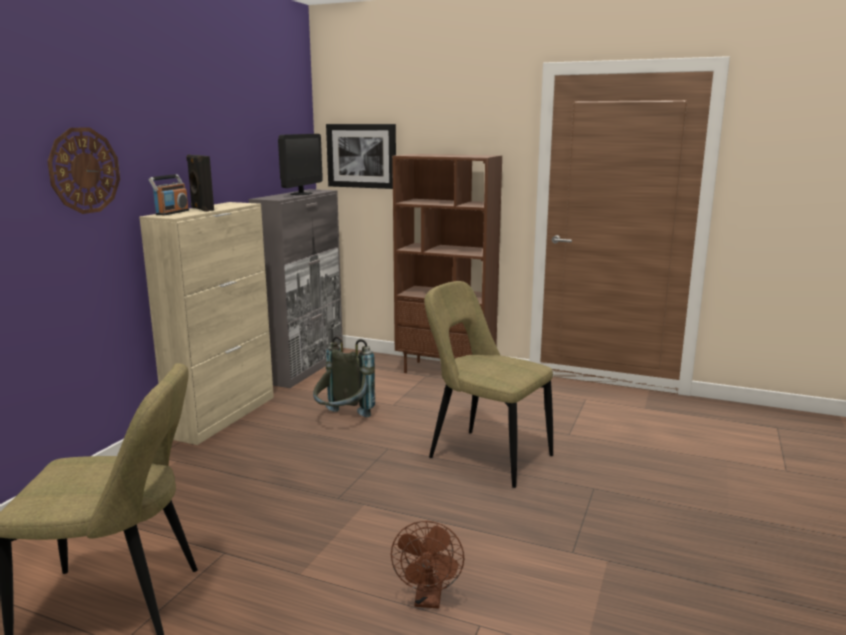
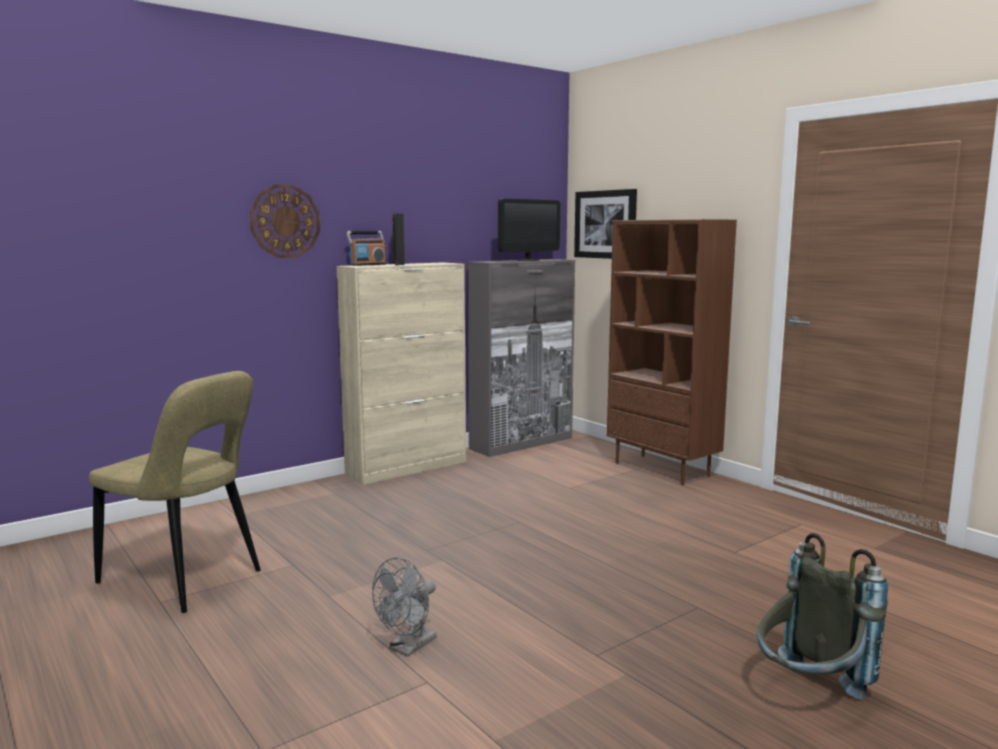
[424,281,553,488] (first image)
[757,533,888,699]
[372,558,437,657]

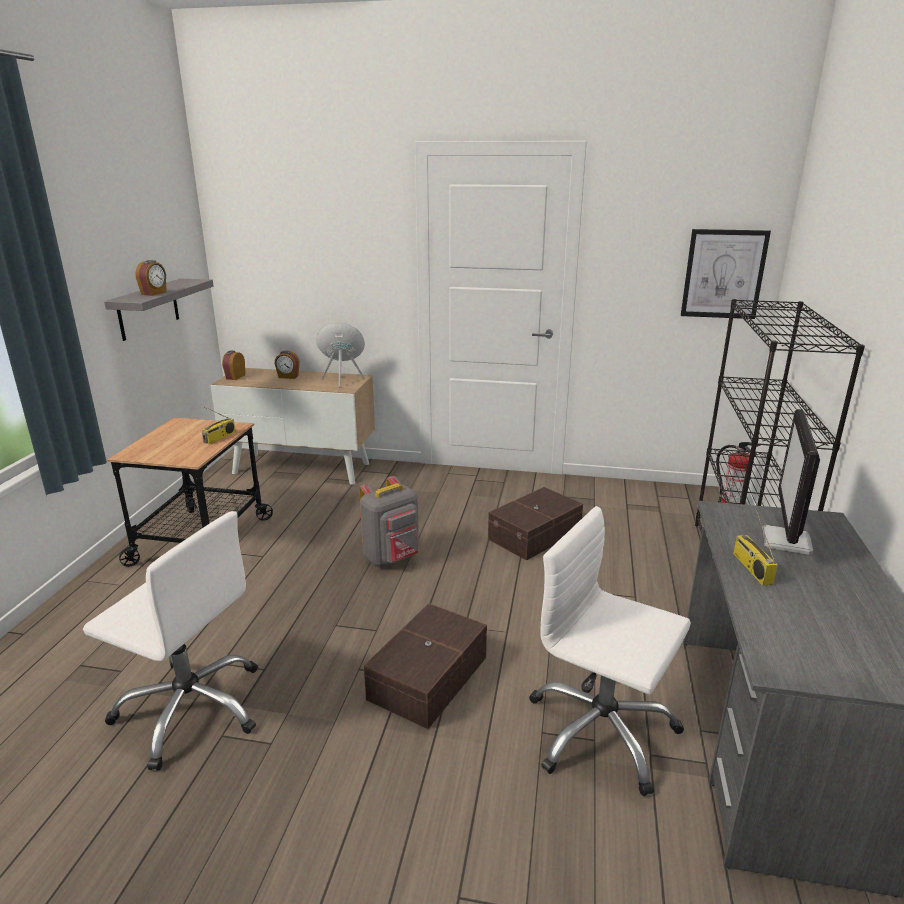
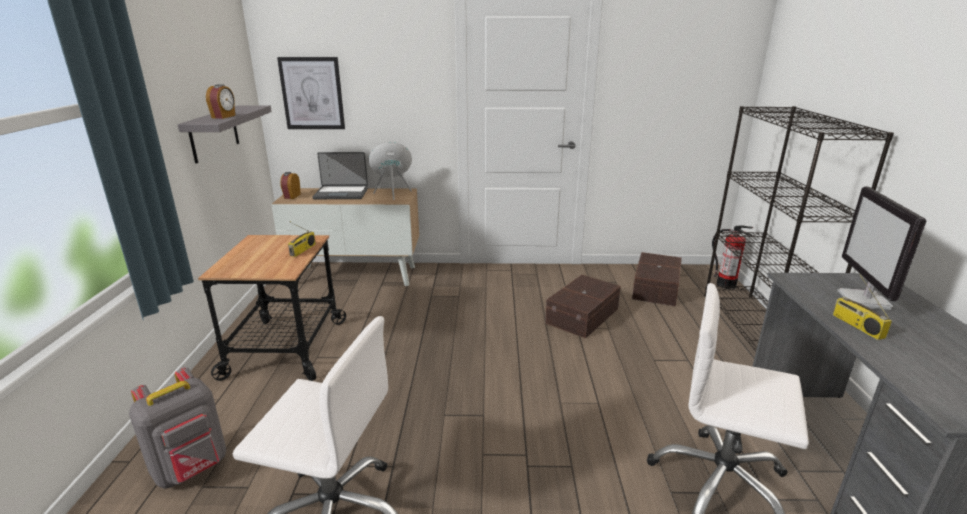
[129,367,226,489]
[632,252,682,306]
[277,57,345,129]
[312,152,368,199]

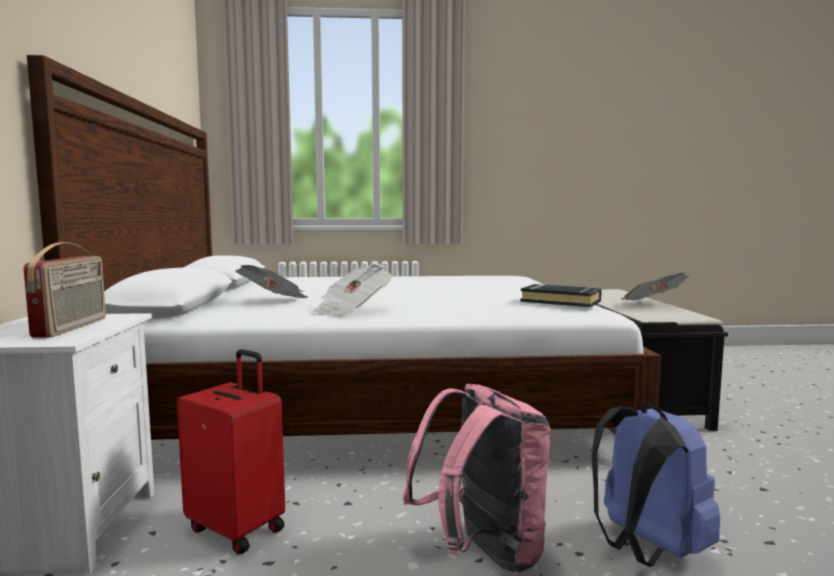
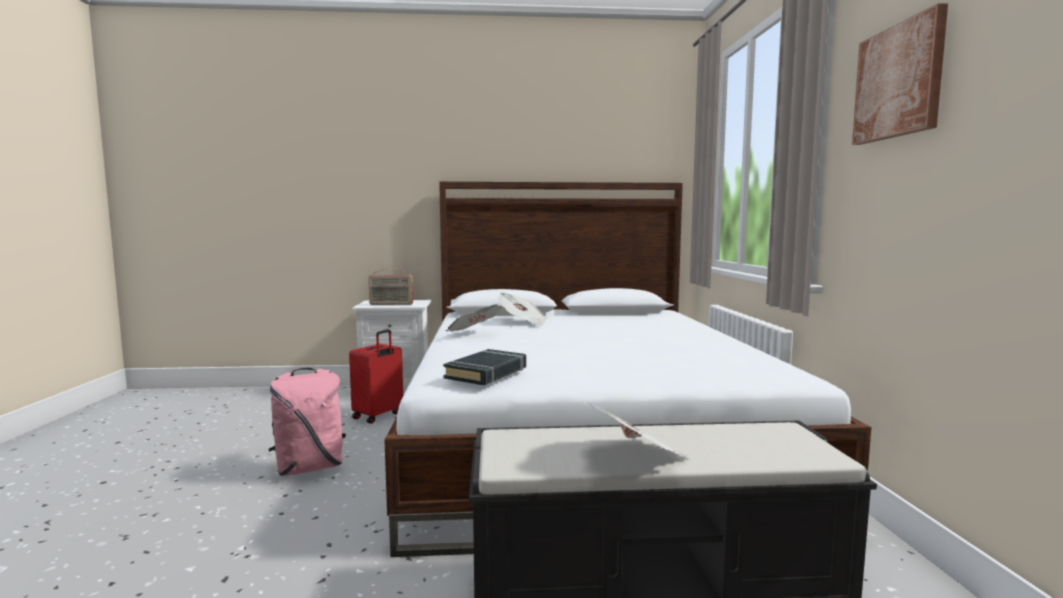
[592,403,720,567] (first image)
[852,3,948,145]

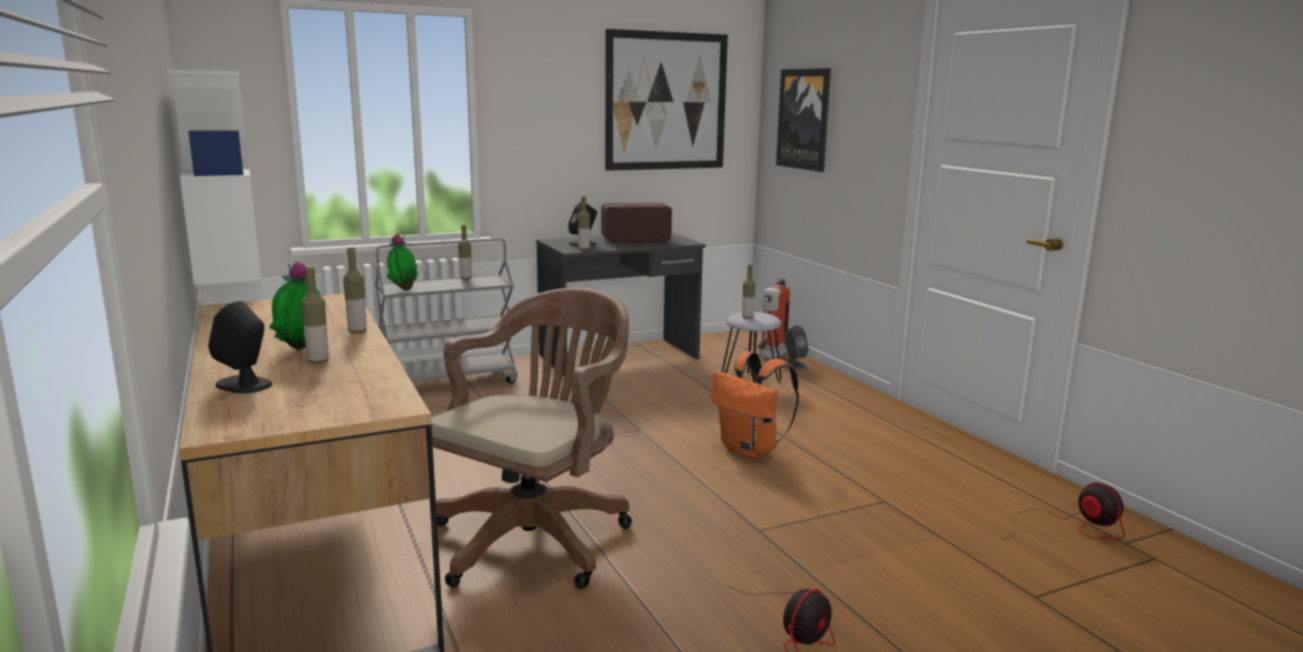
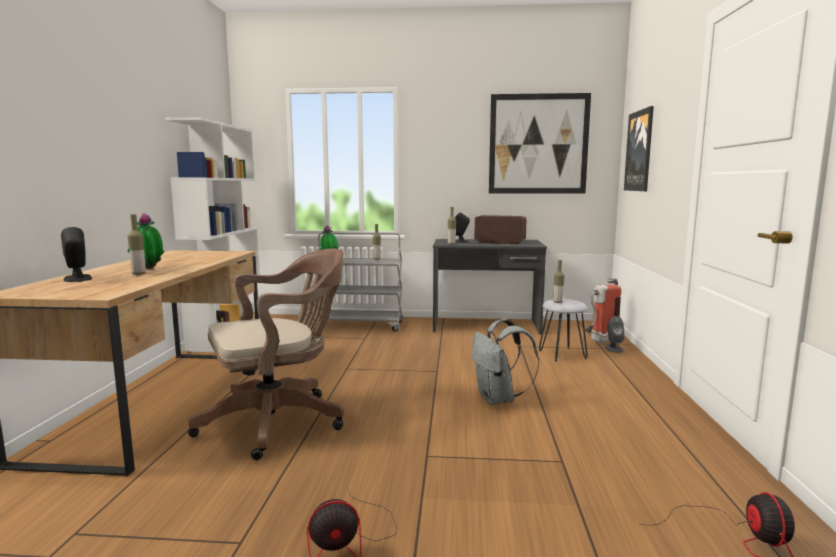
[343,248,367,333] (first image)
[472,319,539,405]

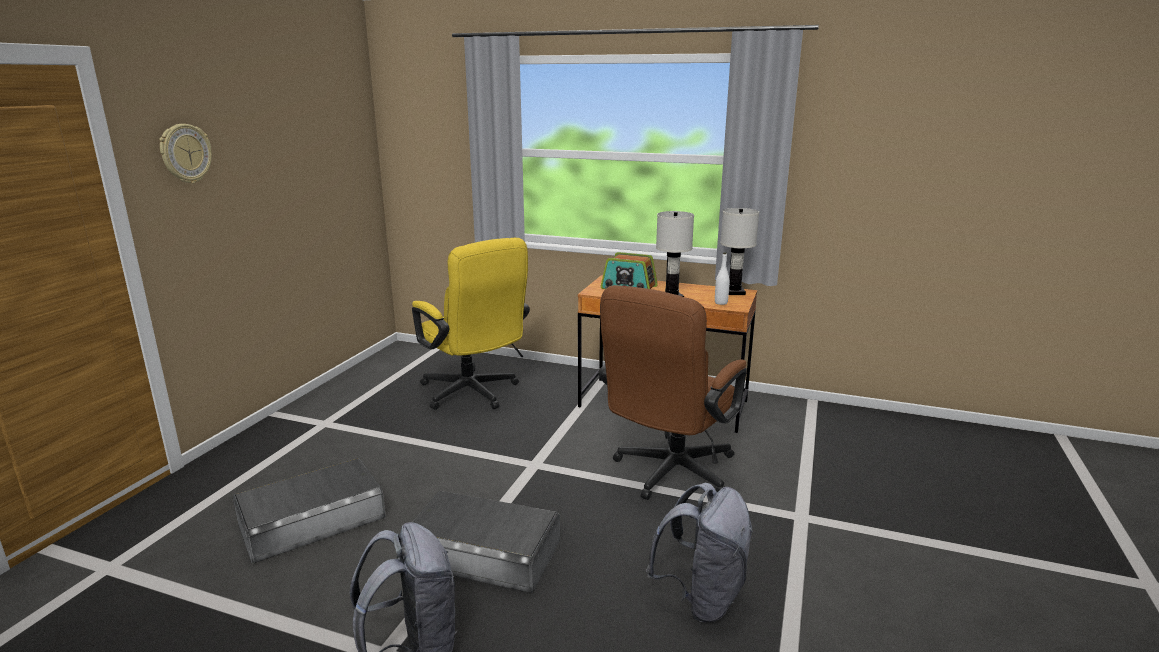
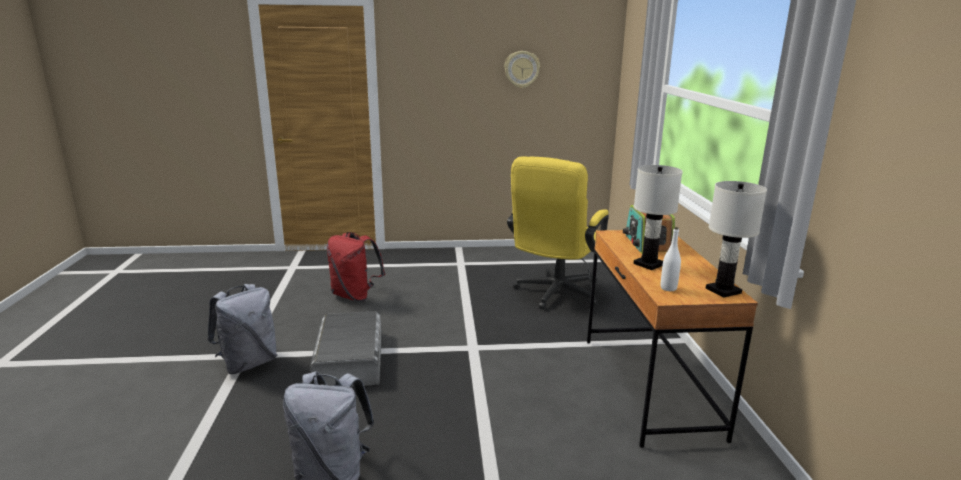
[598,285,747,500] (first image)
[504,51,540,88]
[327,232,385,301]

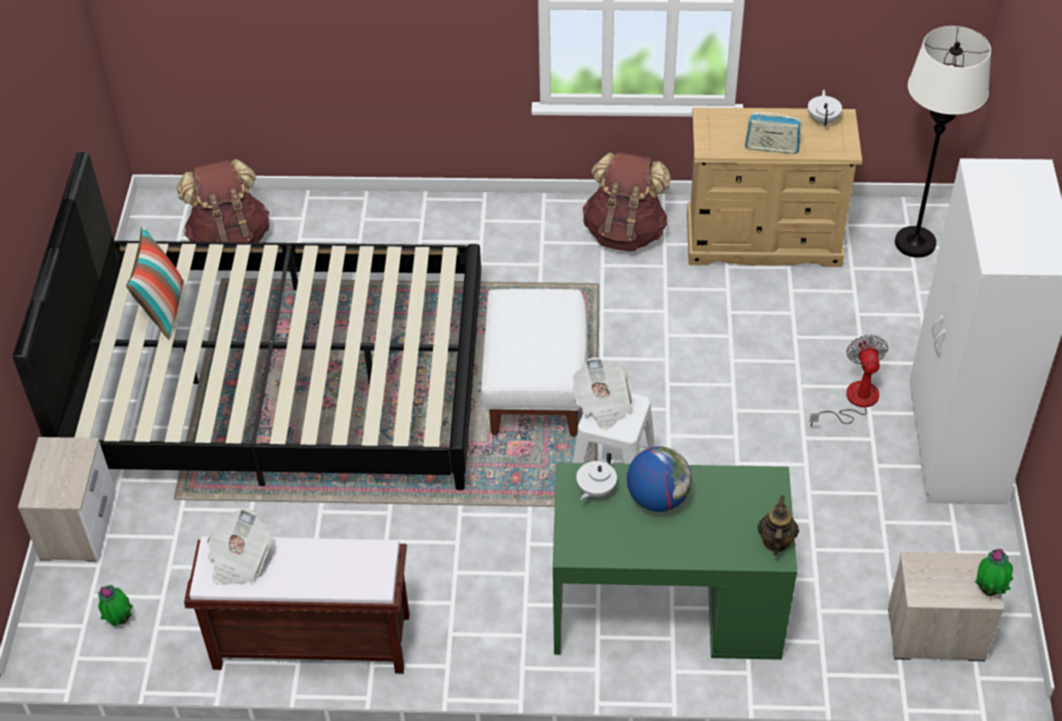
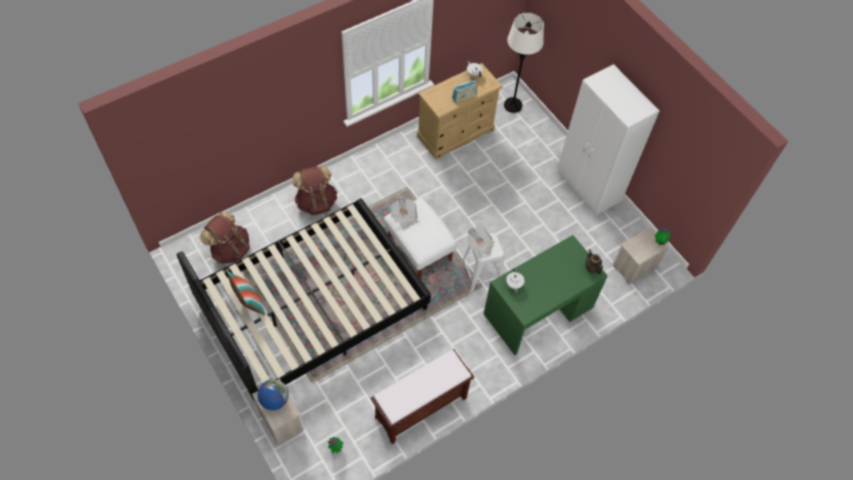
[809,335,888,427] (first image)
[391,197,418,230]
[292,166,337,215]
[258,379,289,410]

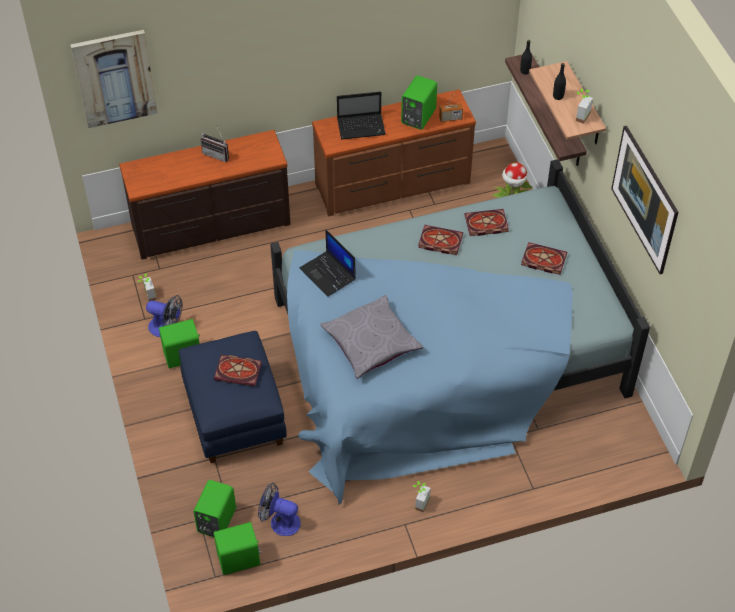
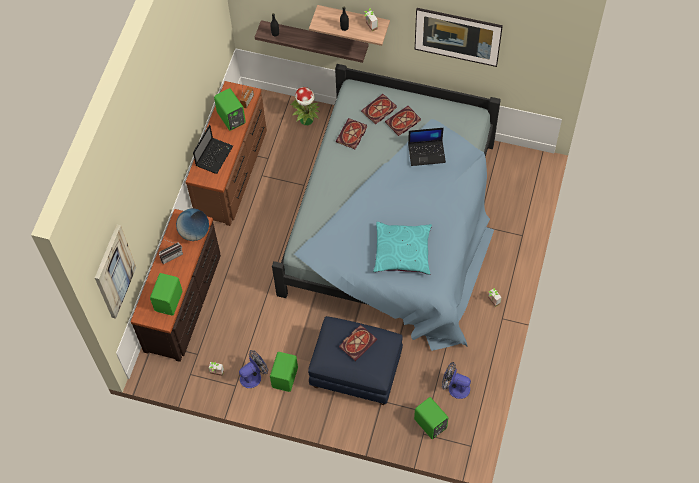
[176,208,209,241]
[150,273,183,315]
[408,128,446,166]
[361,94,397,124]
[373,222,432,275]
[442,362,471,399]

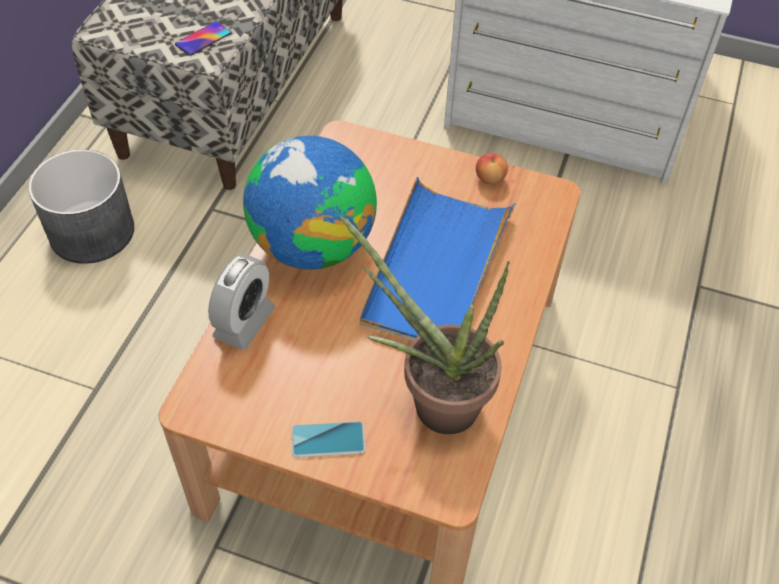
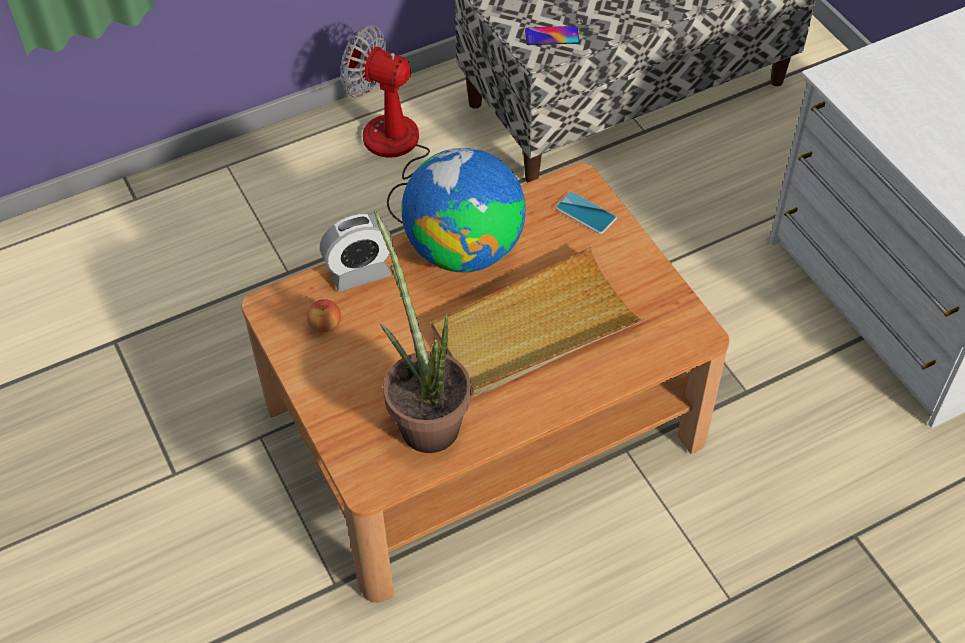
[555,192,617,234]
[307,299,341,332]
[341,25,430,224]
[431,247,645,396]

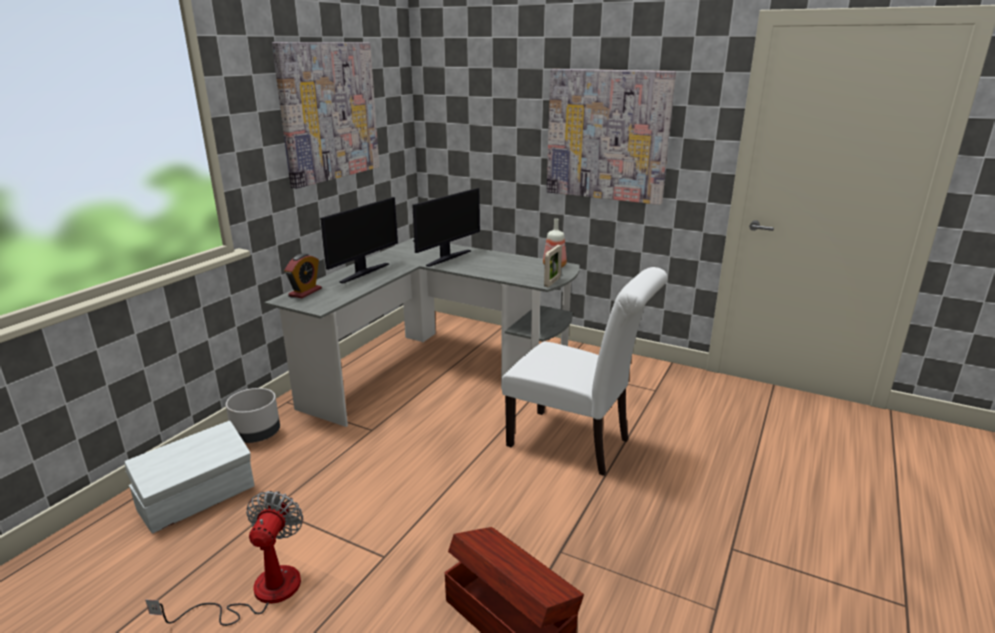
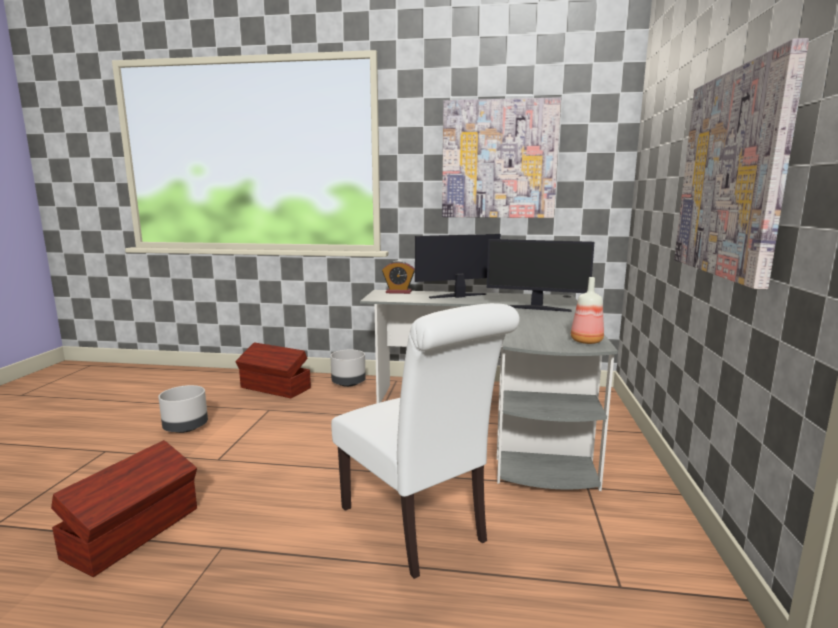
[544,245,562,287] (first image)
[158,385,208,433]
[235,342,311,398]
[415,234,501,298]
[331,303,520,579]

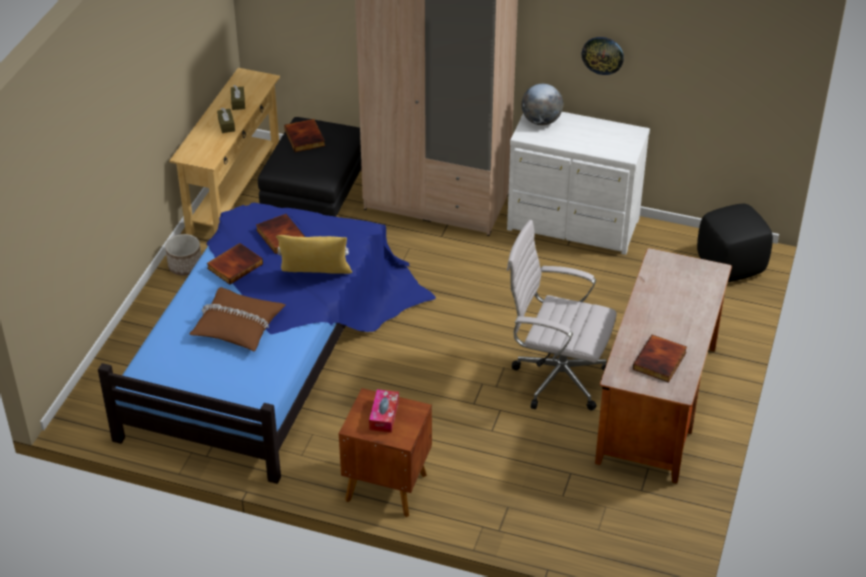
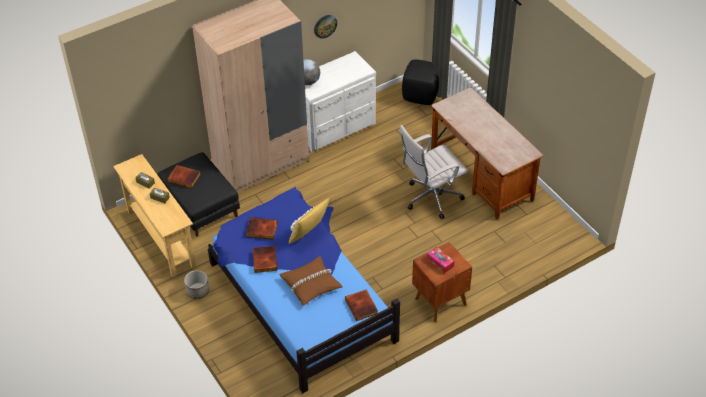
[345,289,378,321]

